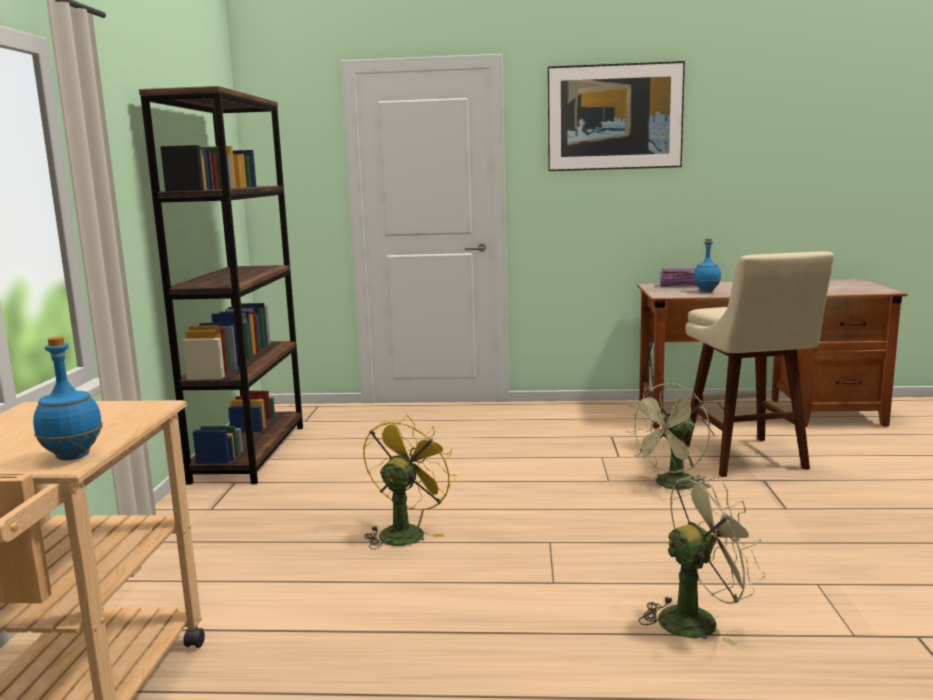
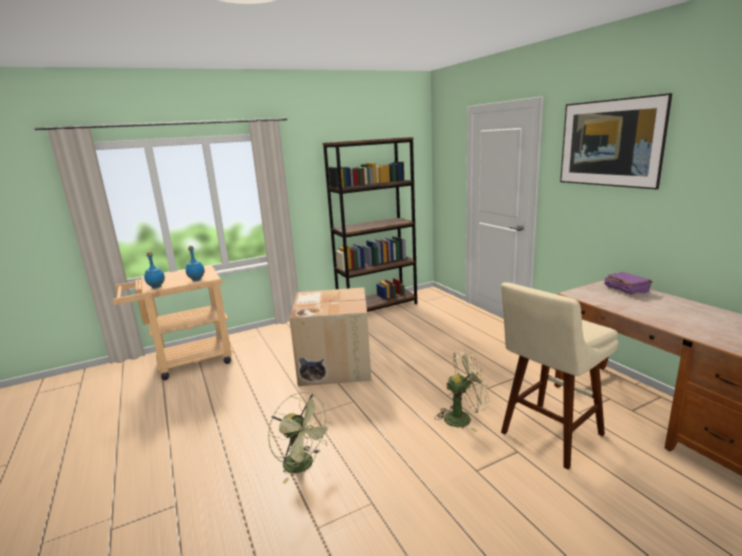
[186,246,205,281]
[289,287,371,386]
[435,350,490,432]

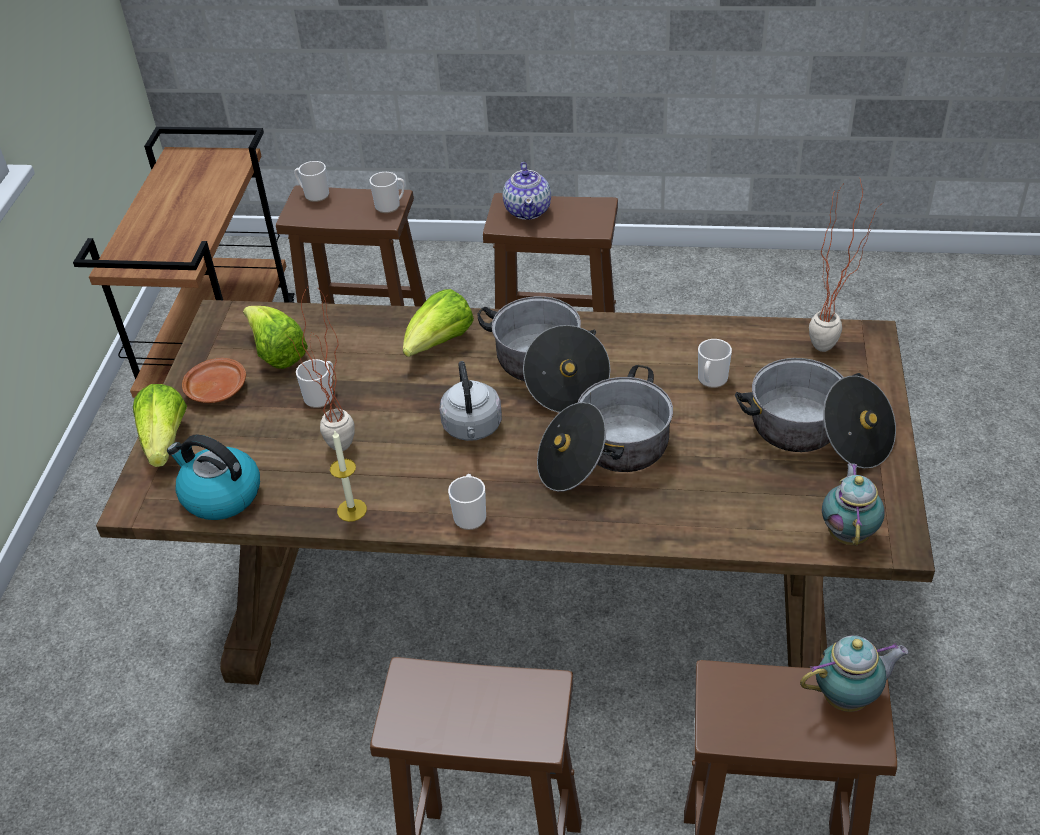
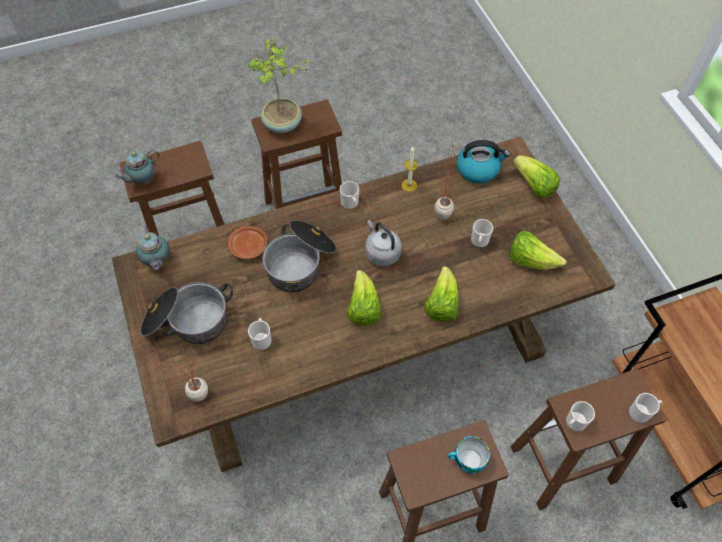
[247,38,313,133]
[228,226,268,259]
[347,270,381,326]
[447,436,490,473]

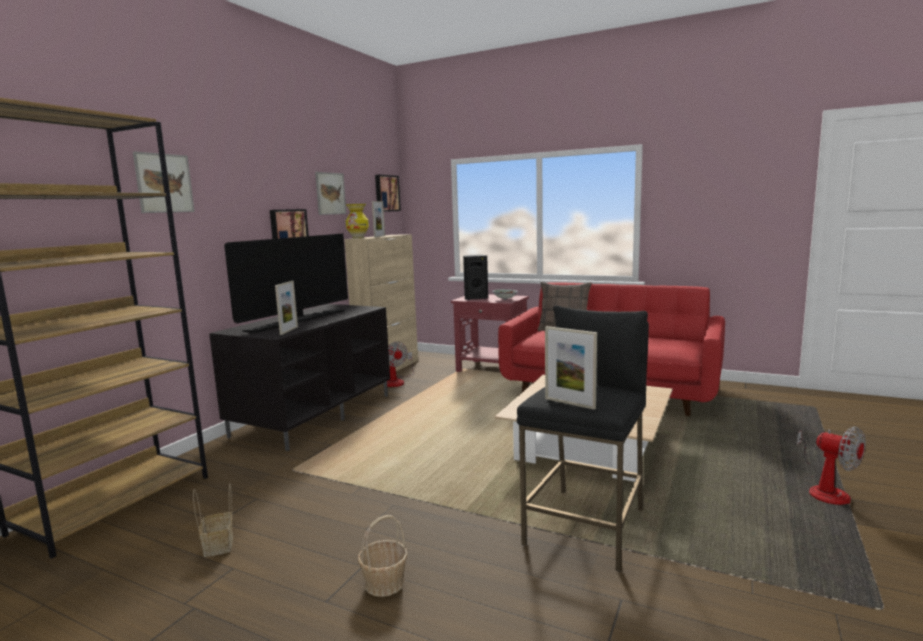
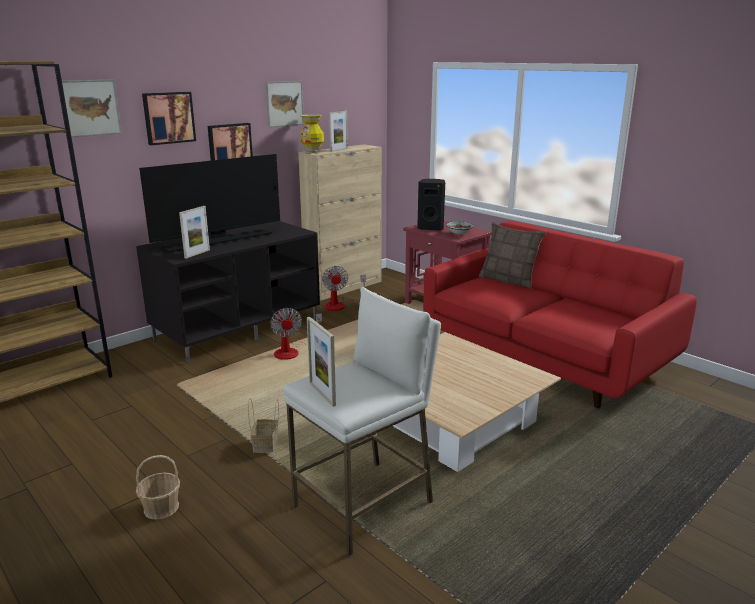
[248,398,279,453]
[142,92,196,145]
[270,308,322,360]
[283,287,441,556]

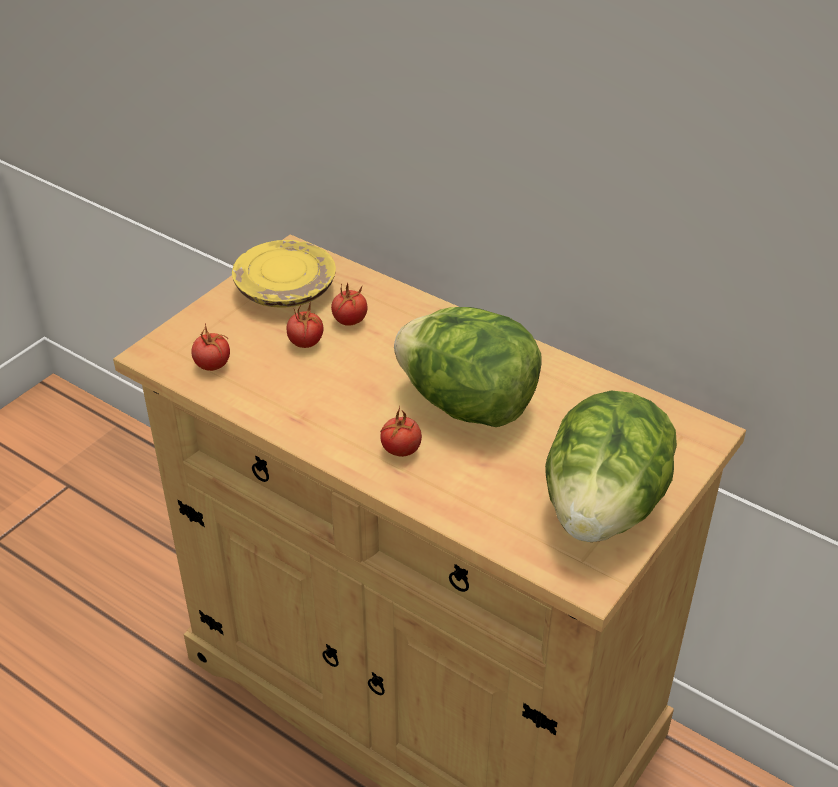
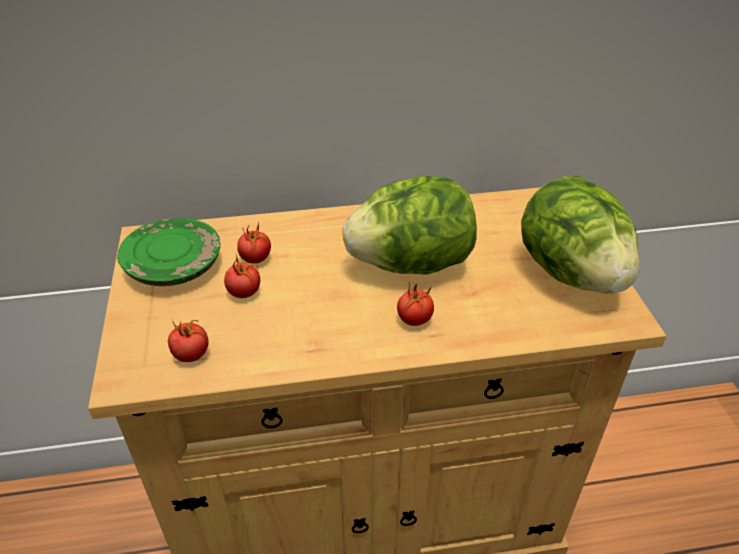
[117,218,221,286]

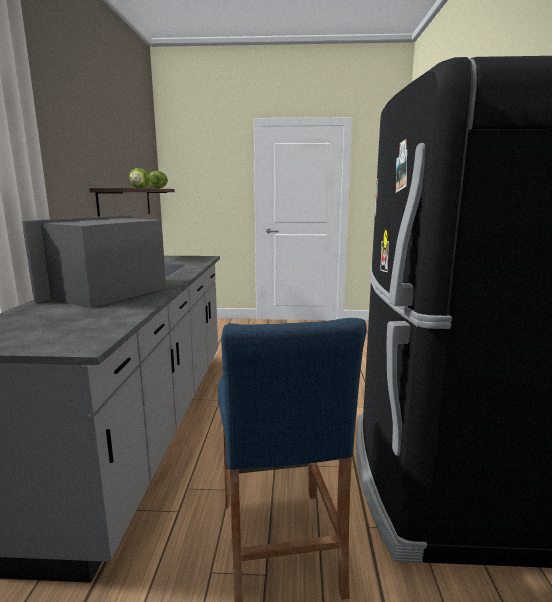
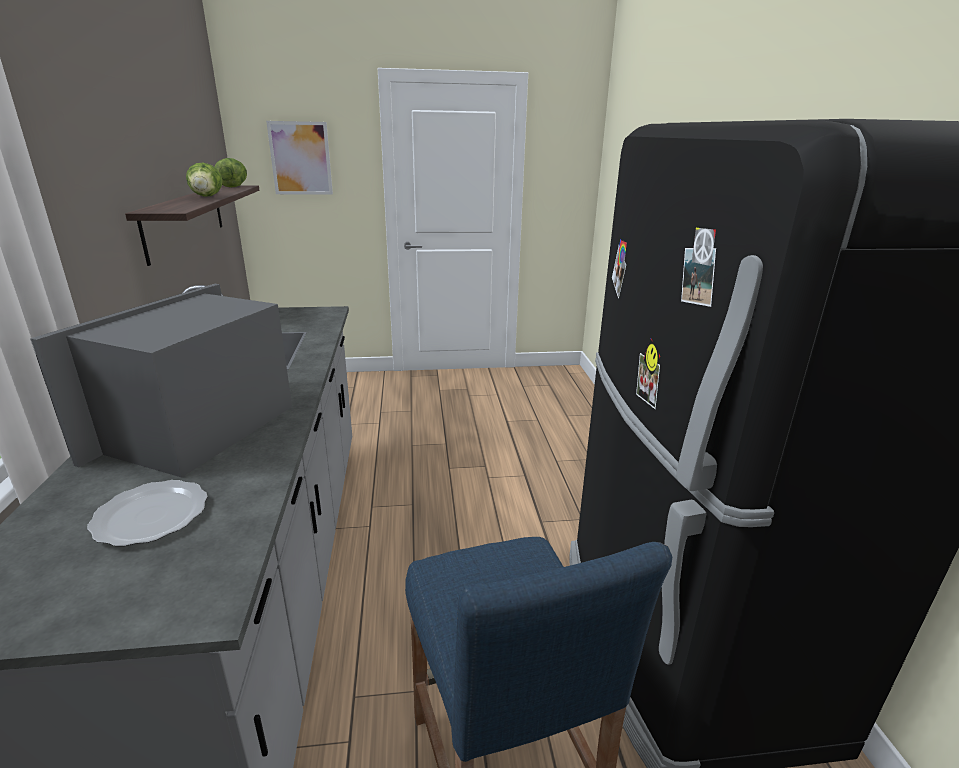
[87,480,208,546]
[266,121,333,195]

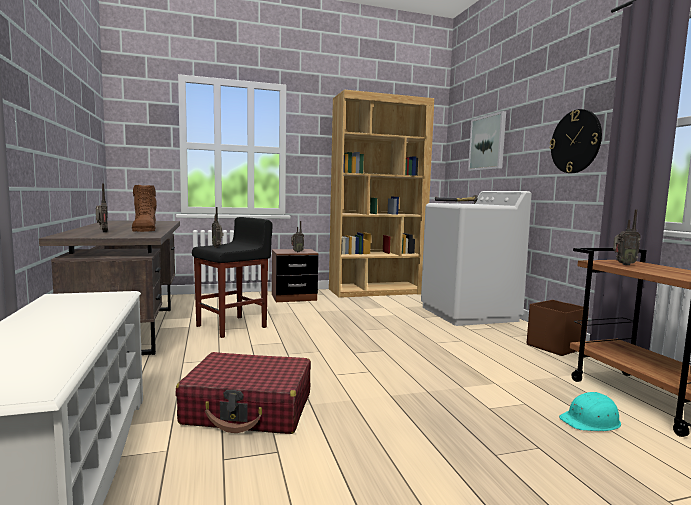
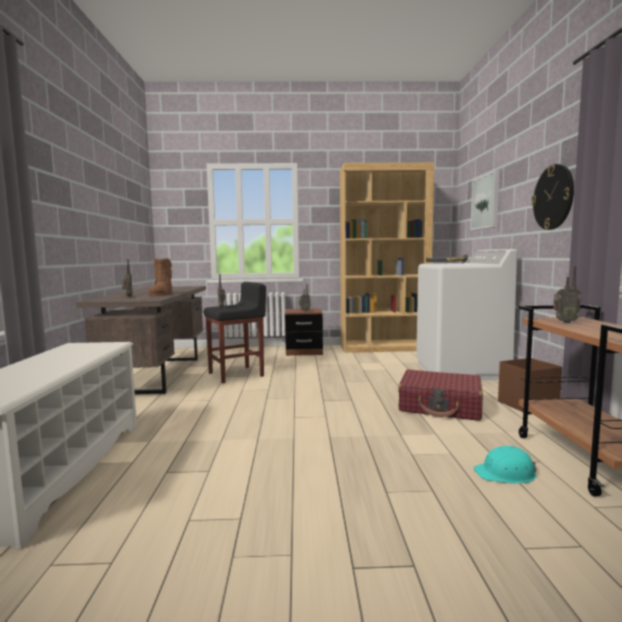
[398,369,483,421]

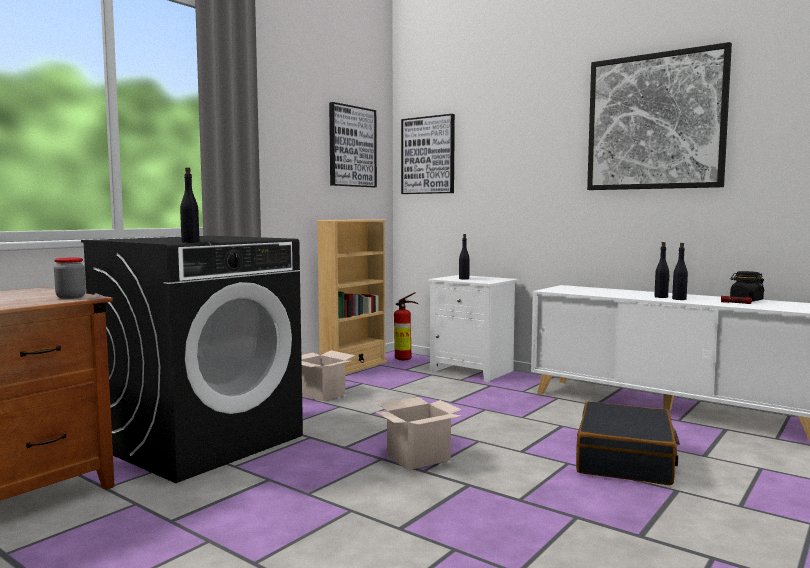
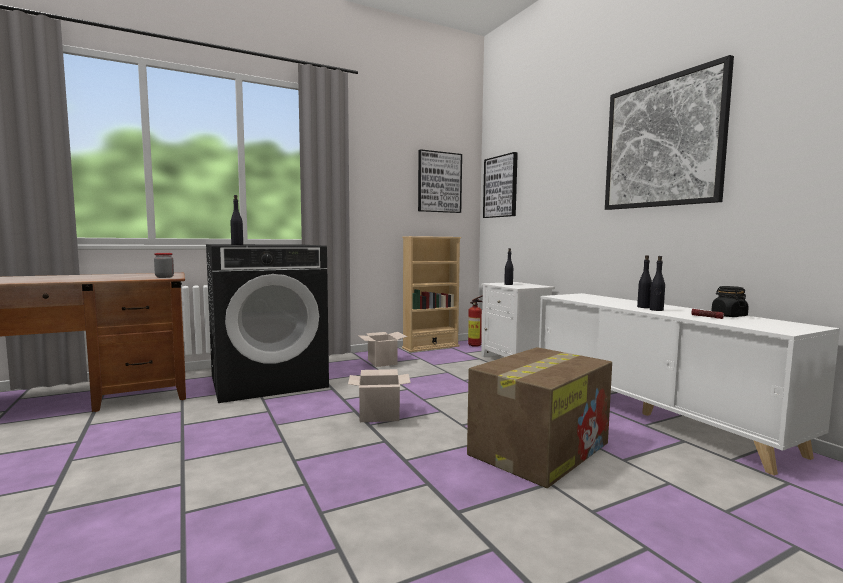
[467,347,612,488]

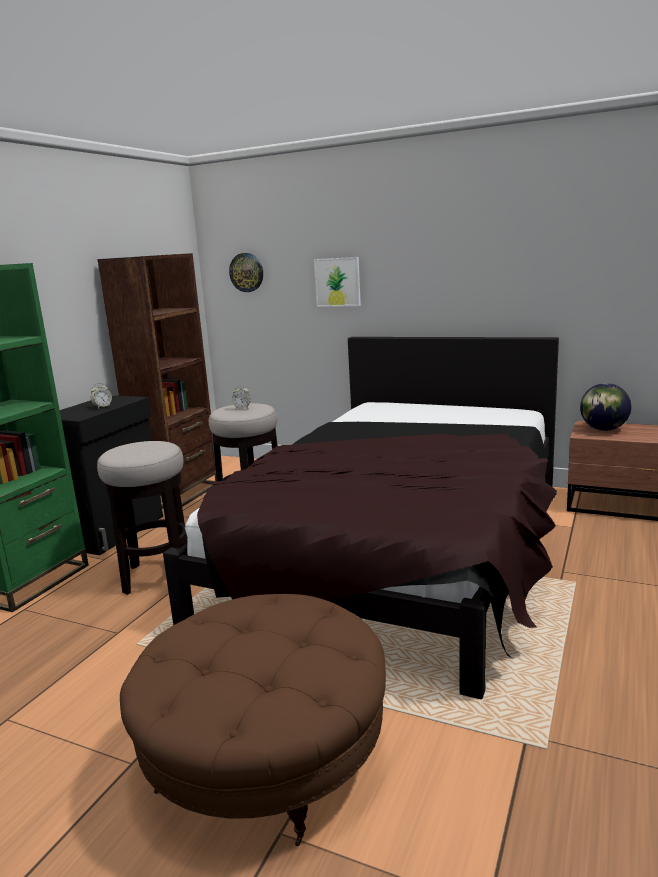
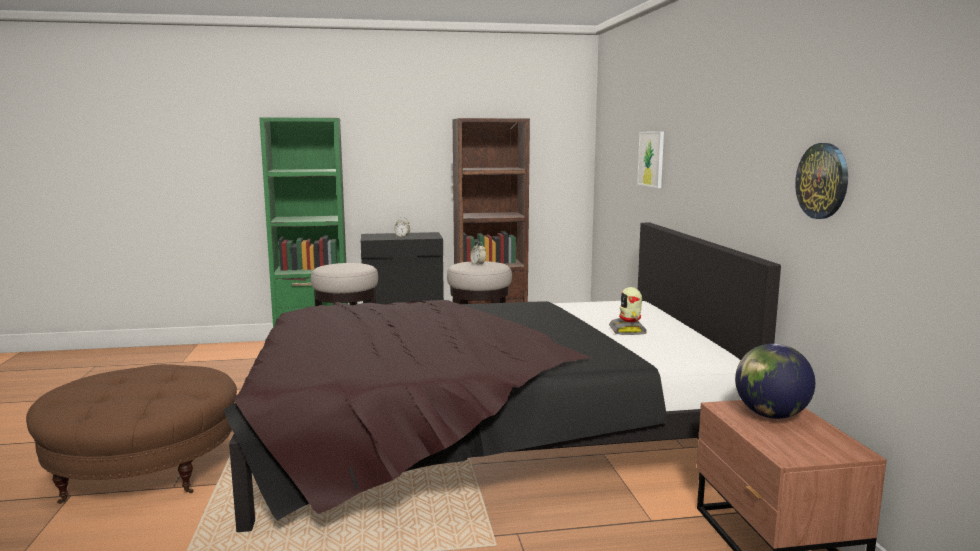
[609,287,647,335]
[795,143,848,219]

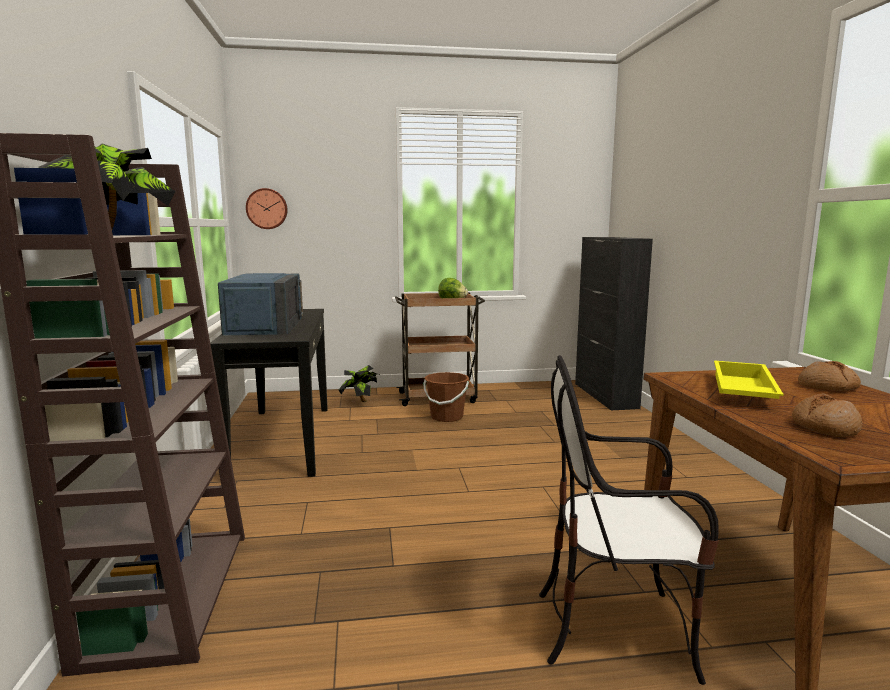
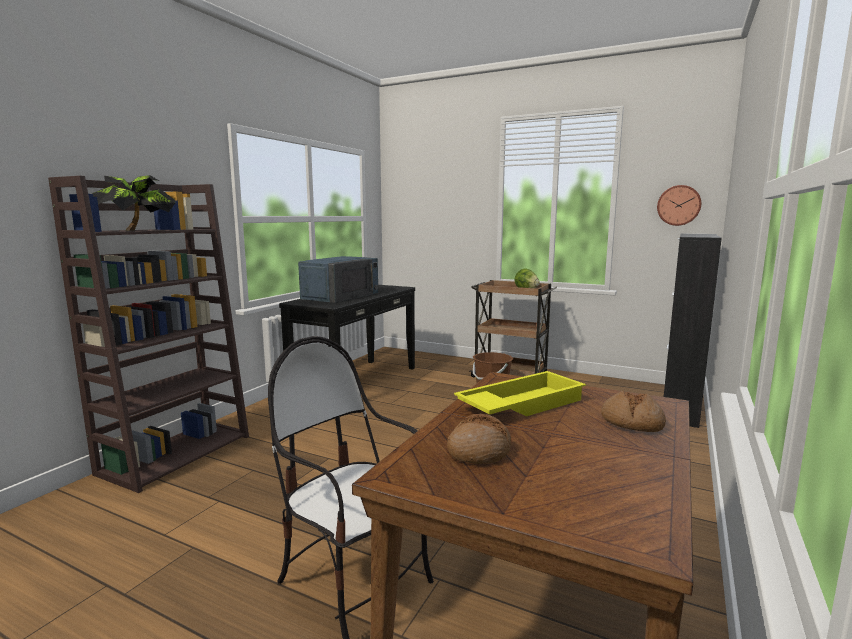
[339,365,379,402] (first image)
[657,185,701,226]

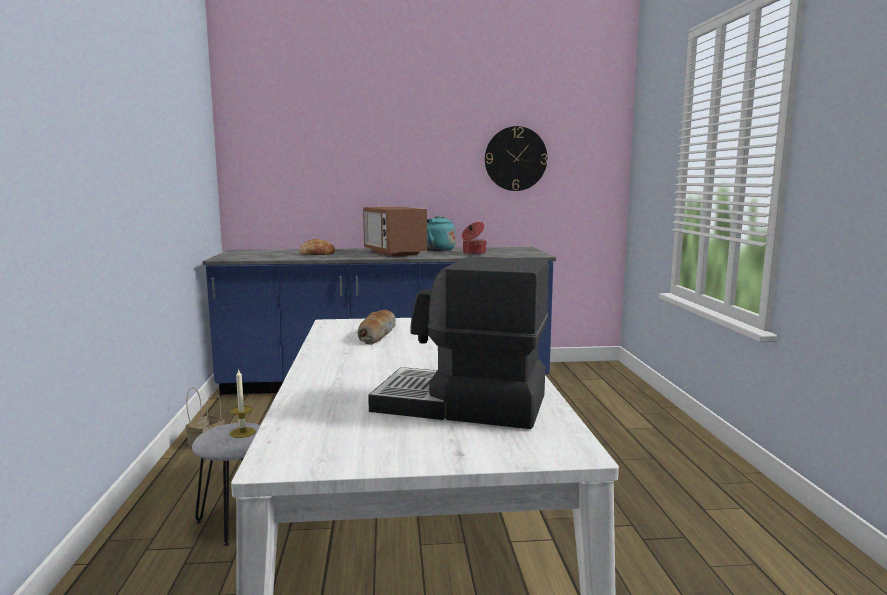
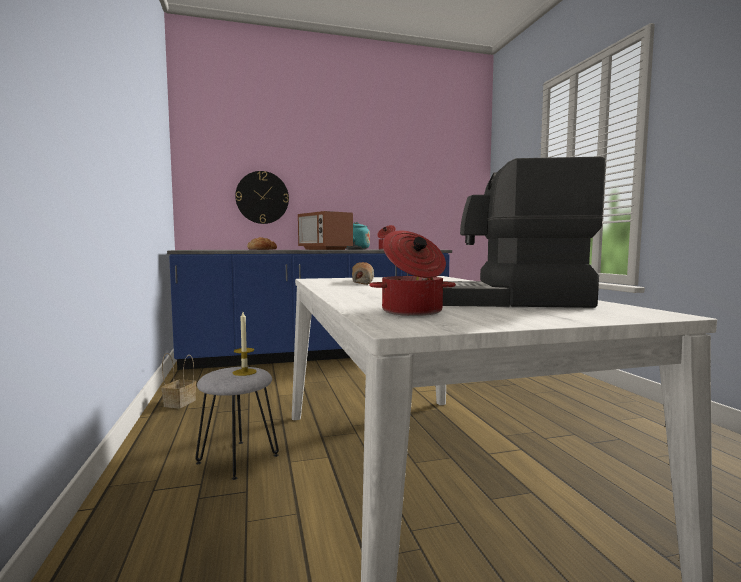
[369,231,456,316]
[235,171,289,224]

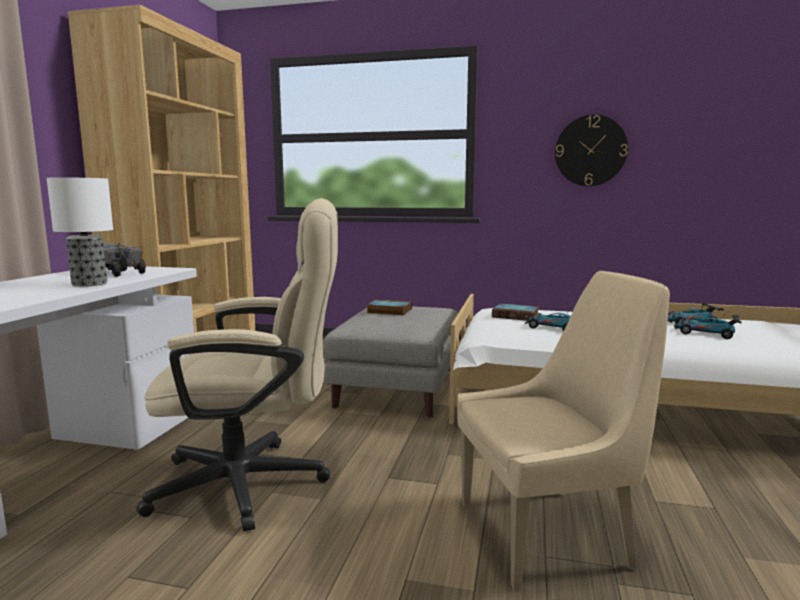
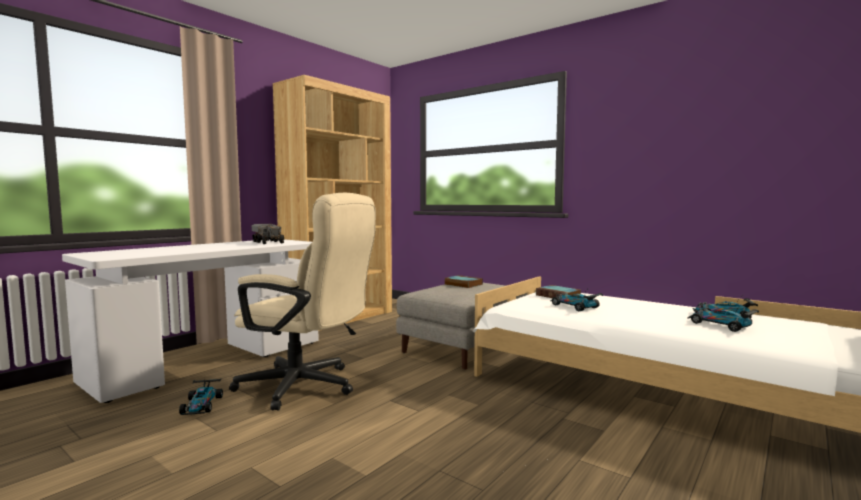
[47,177,113,287] (first image)
[457,271,670,590] (first image)
[555,115,628,186] (first image)
[179,378,223,415]

